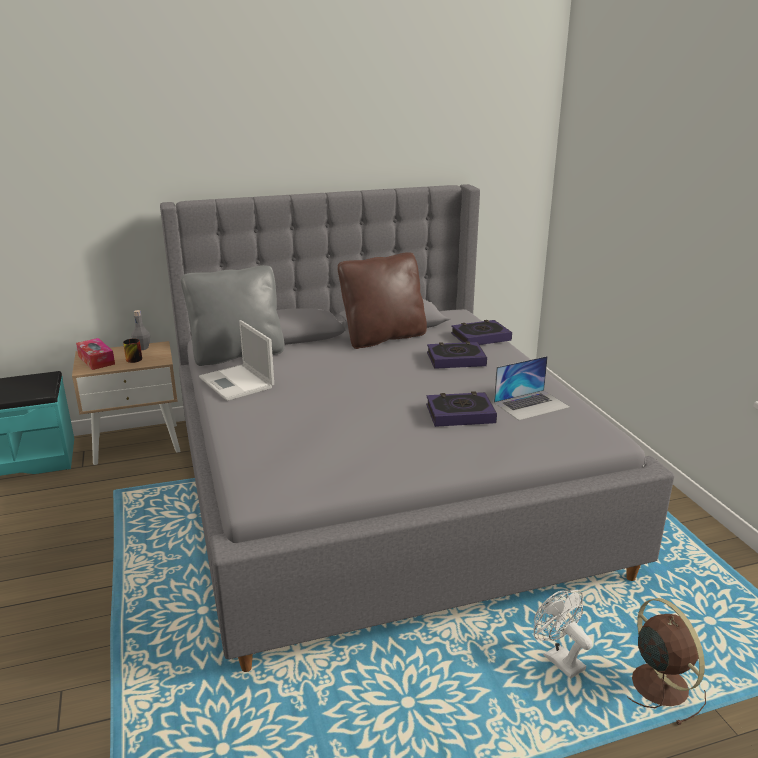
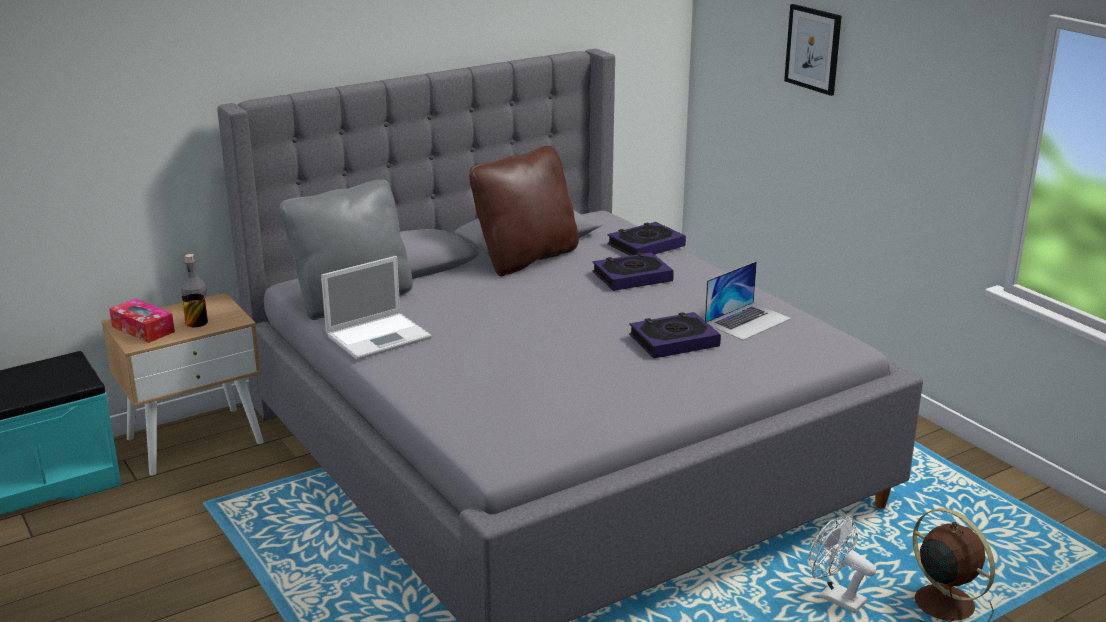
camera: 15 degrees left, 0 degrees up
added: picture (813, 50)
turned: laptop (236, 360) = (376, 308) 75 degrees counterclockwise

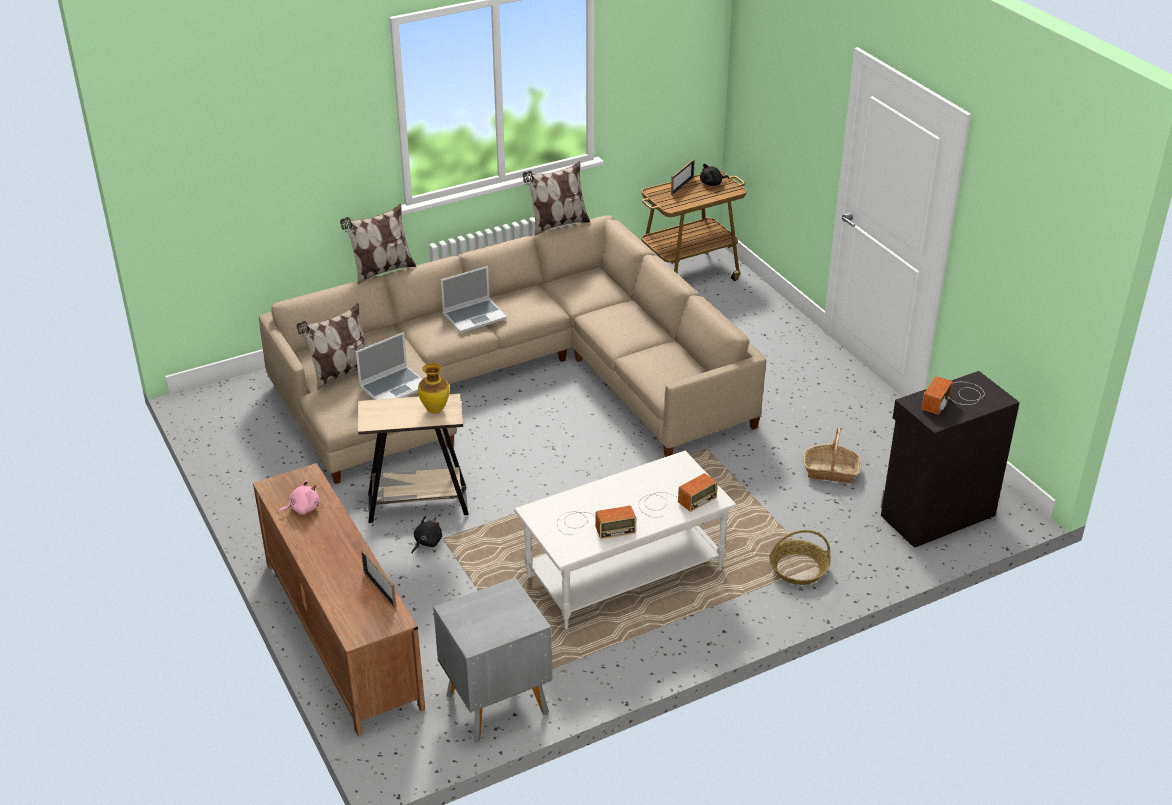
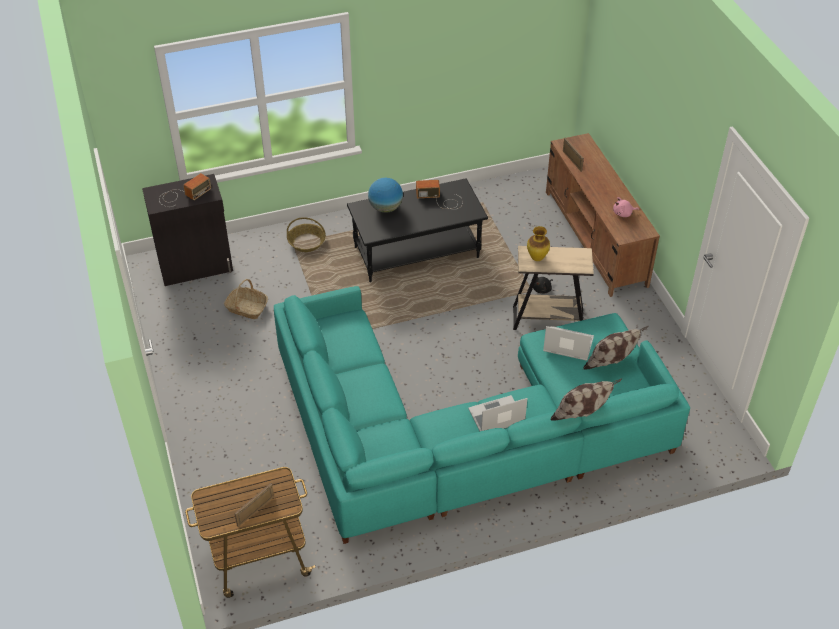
camera: 170 degrees left, 10 degrees up
removed: grey nightstand (492, 660); pillow (556, 199); black plush toy (714, 175)
replaced: radio (678, 495) to globe (385, 195)
recoloured: beige sofa (512, 349) to turquoise sofa (482, 415); white coffee table (625, 540) to black coffee table (417, 230)
turned: laptop (389, 366) = (568, 343) 45 degrees clockwise

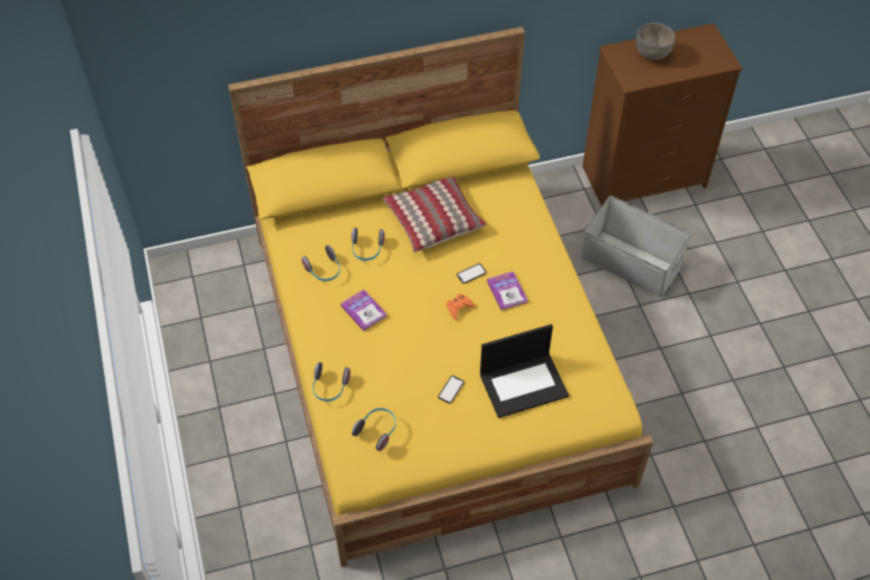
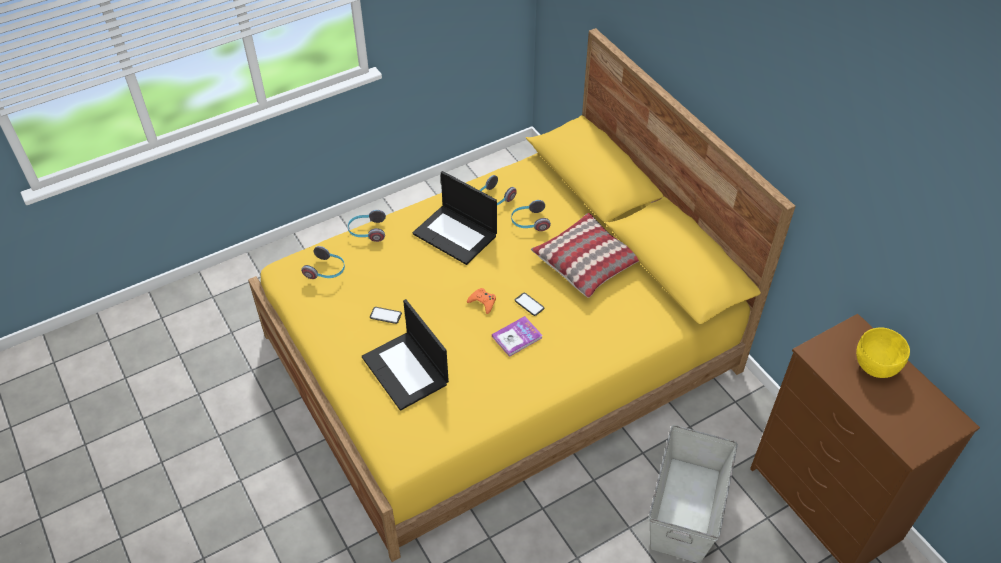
camera: 75 degrees right, 5 degrees down
replaced: book (364, 310) to laptop (455, 218)
recoloured: grey bowl (655, 42) to yellow bowl (883, 353)

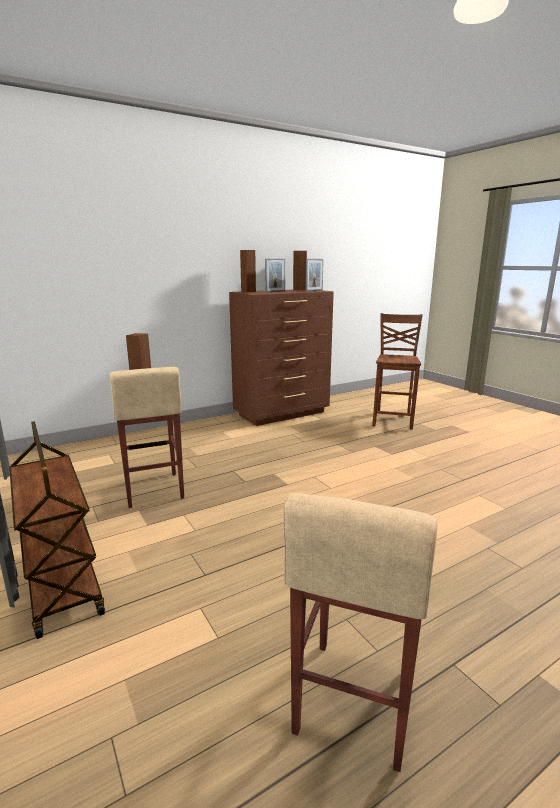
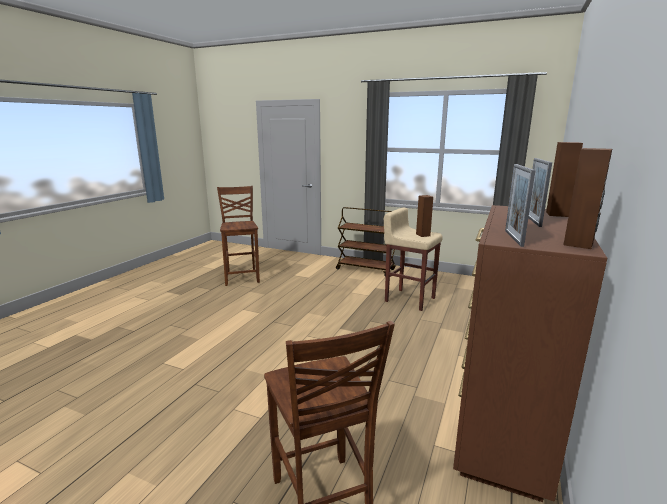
camera: 145 degrees right, 0 degrees up
replaced: beige stool (360, 632) to brown chair (238, 236)

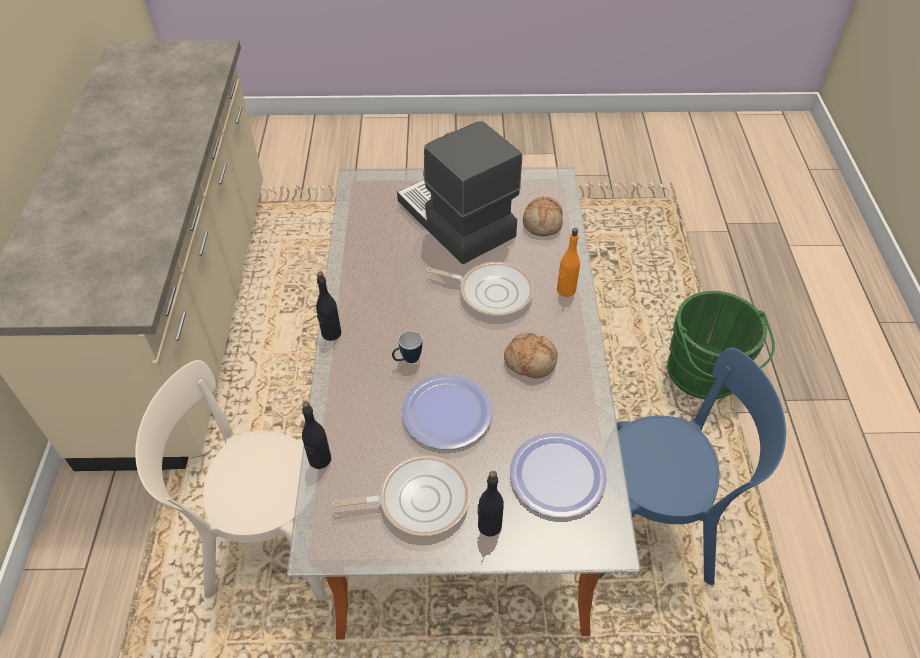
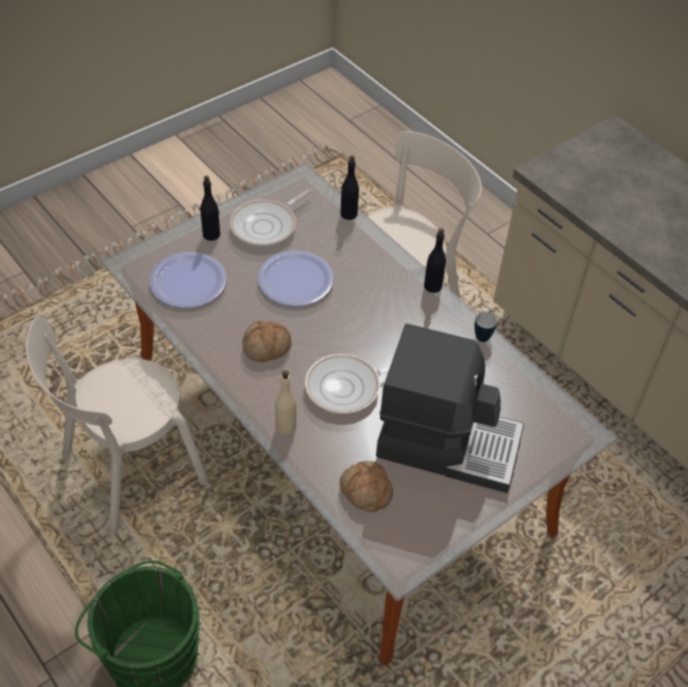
camera: 140 degrees right, 0 degrees up
moved: mug (407, 347) to (486, 326)
recoloured: orange bottle (568, 262) to beige bottle (285, 402); blue chair (692, 466) to beige chair (117, 425)

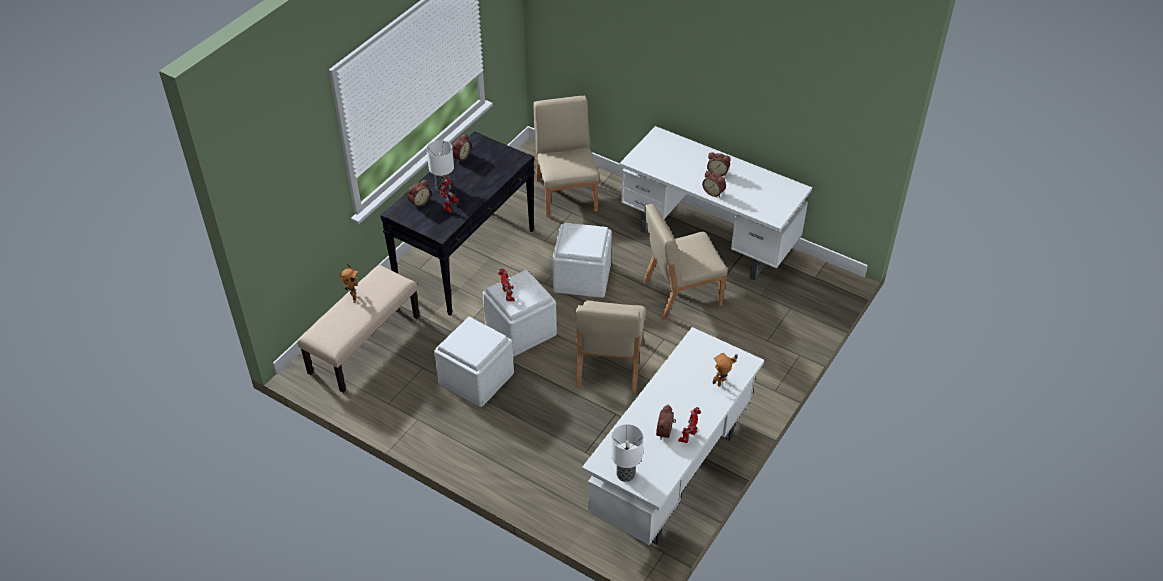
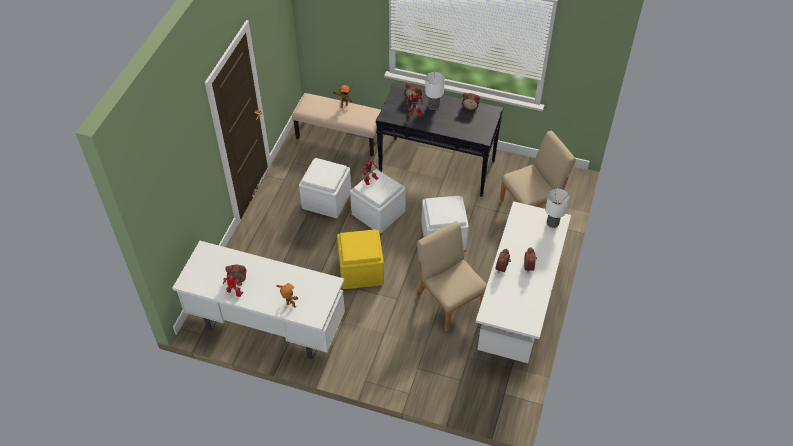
camera: 75 degrees right, 5 degrees up
moved: table lamp (627, 453) to (557, 208)
replaced: beige chair (611, 346) to yellow ottoman (360, 259)

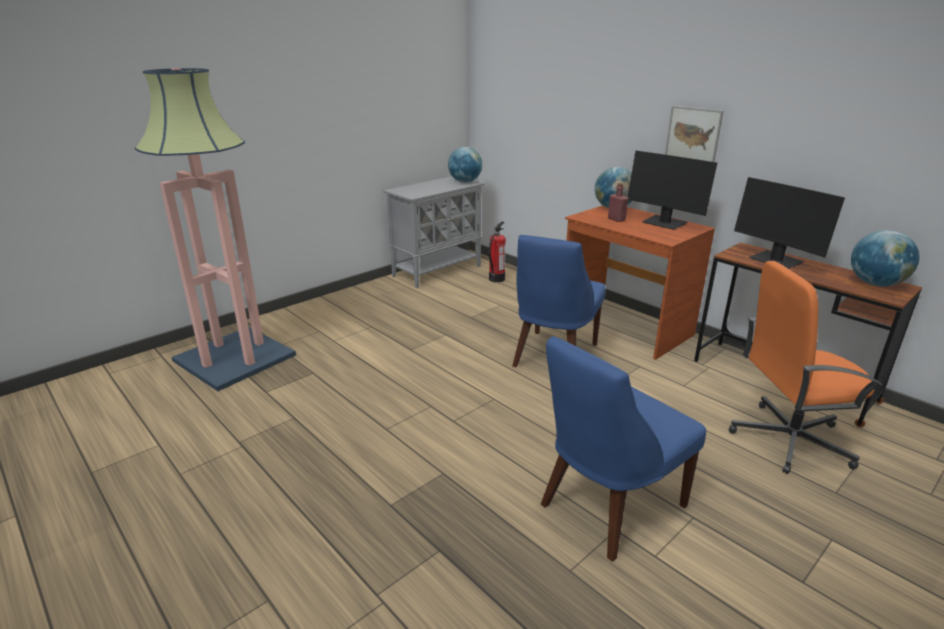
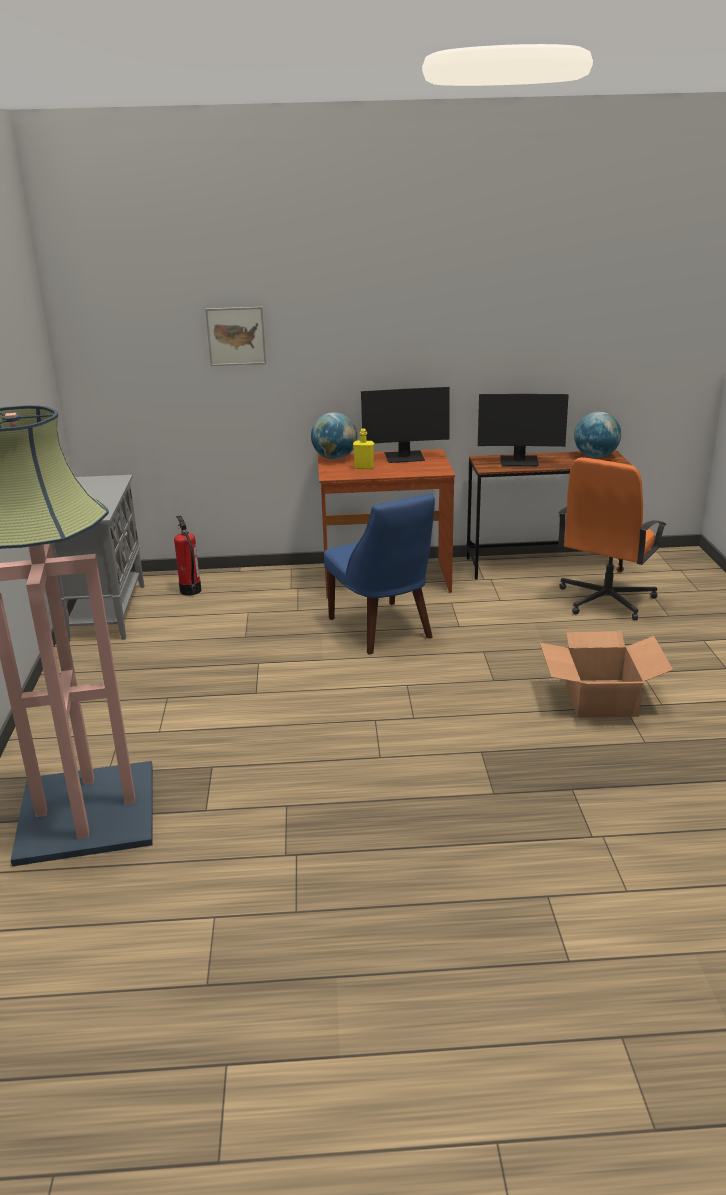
camera: 50 degrees left, 0 degrees up
removed: globe (465, 164)
moved: picture (694, 134) to (235, 336)
replaced: blue chair (623, 449) to cardboard box (606, 674)
recoloured: red bottle (618, 202) to yellow bottle (363, 449)

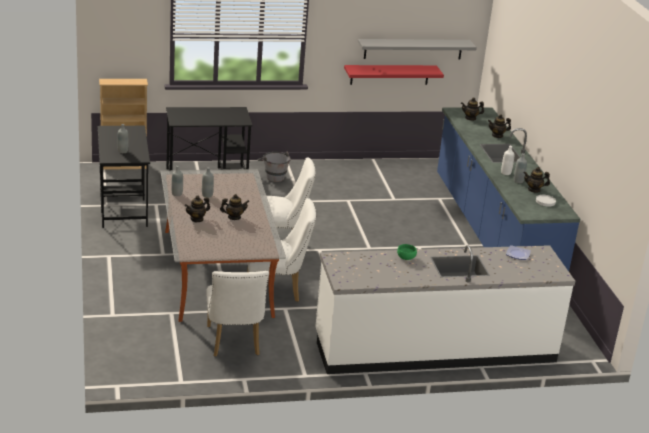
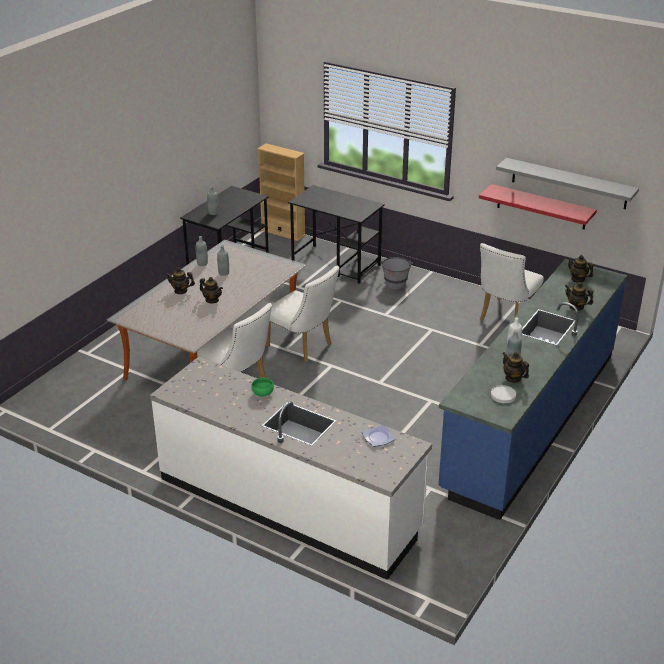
camera: 45 degrees right, 5 degrees up
moved: white chair (237, 314) to (512, 282)

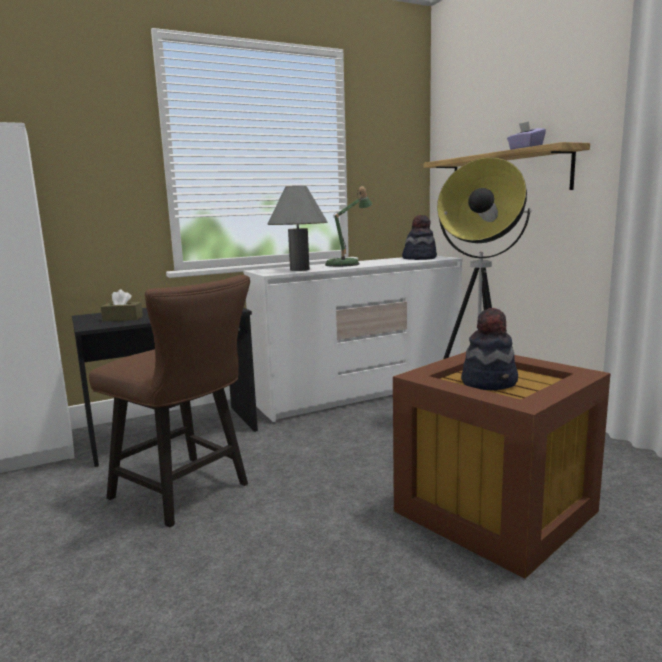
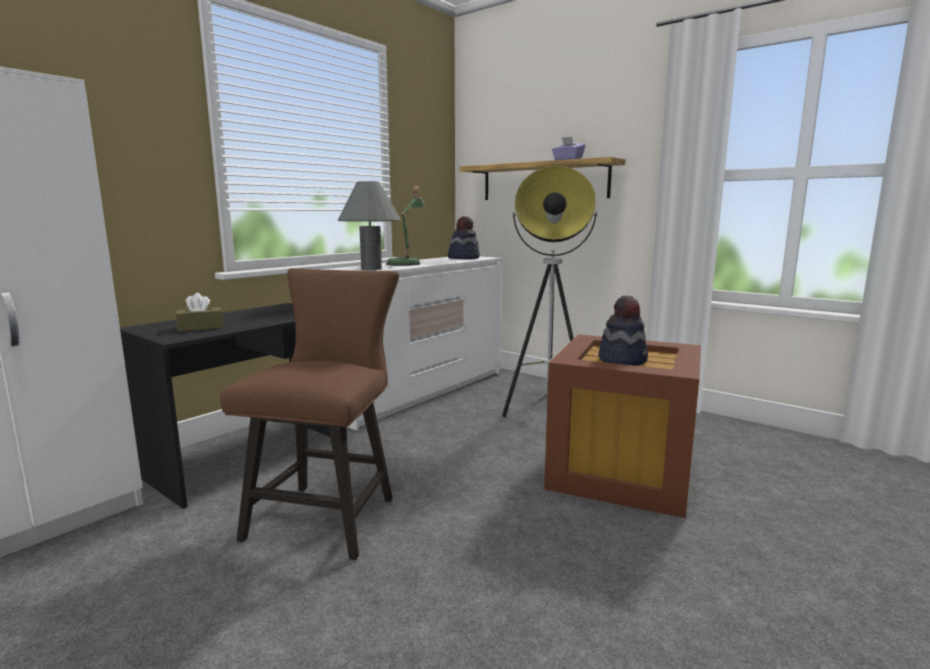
camera: 25 degrees left, 0 degrees up
turned: brown chair (169, 401) = (309, 414) 90 degrees counterclockwise

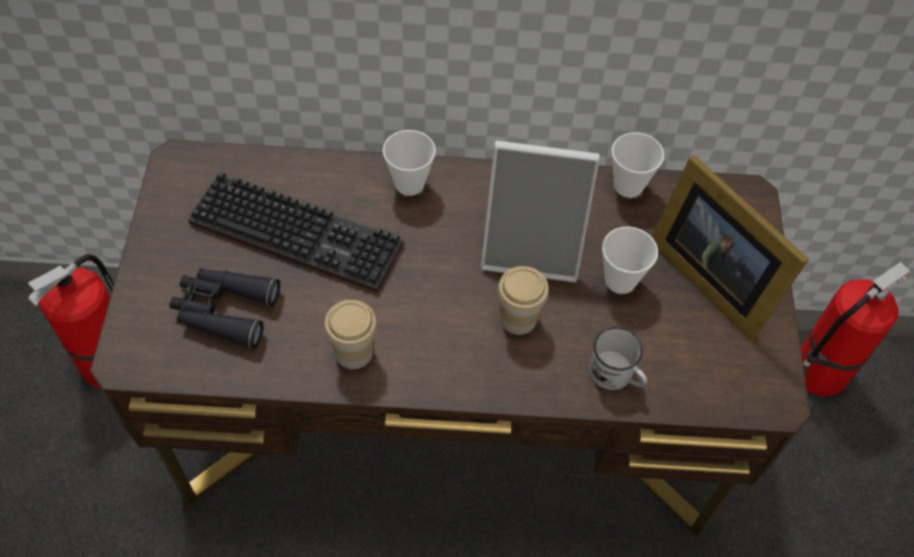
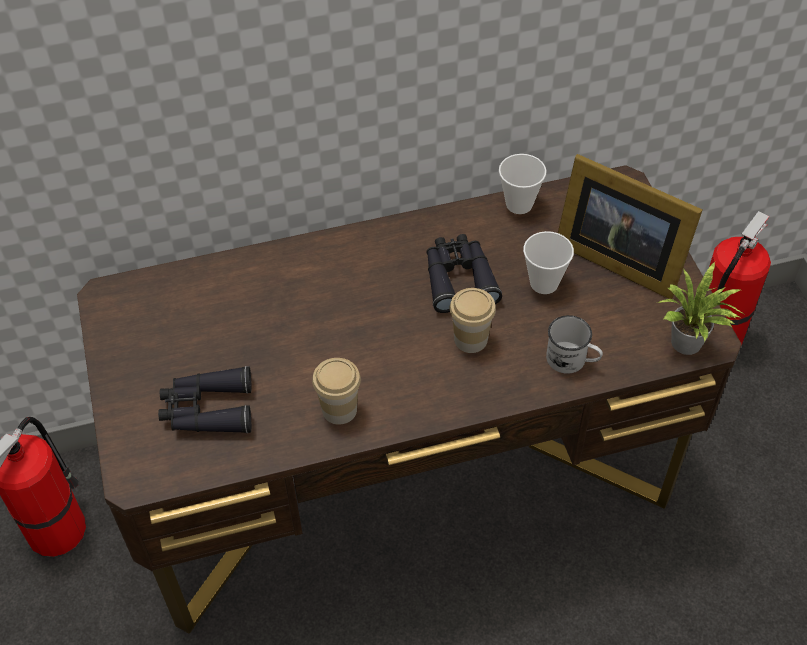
camera: 15 degrees left, 5 degrees down
removed: keyboard (295, 232); cup (409, 163)
added: potted plant (701, 308)
replaced: picture frame (540, 212) to black binoculars (464, 273)

